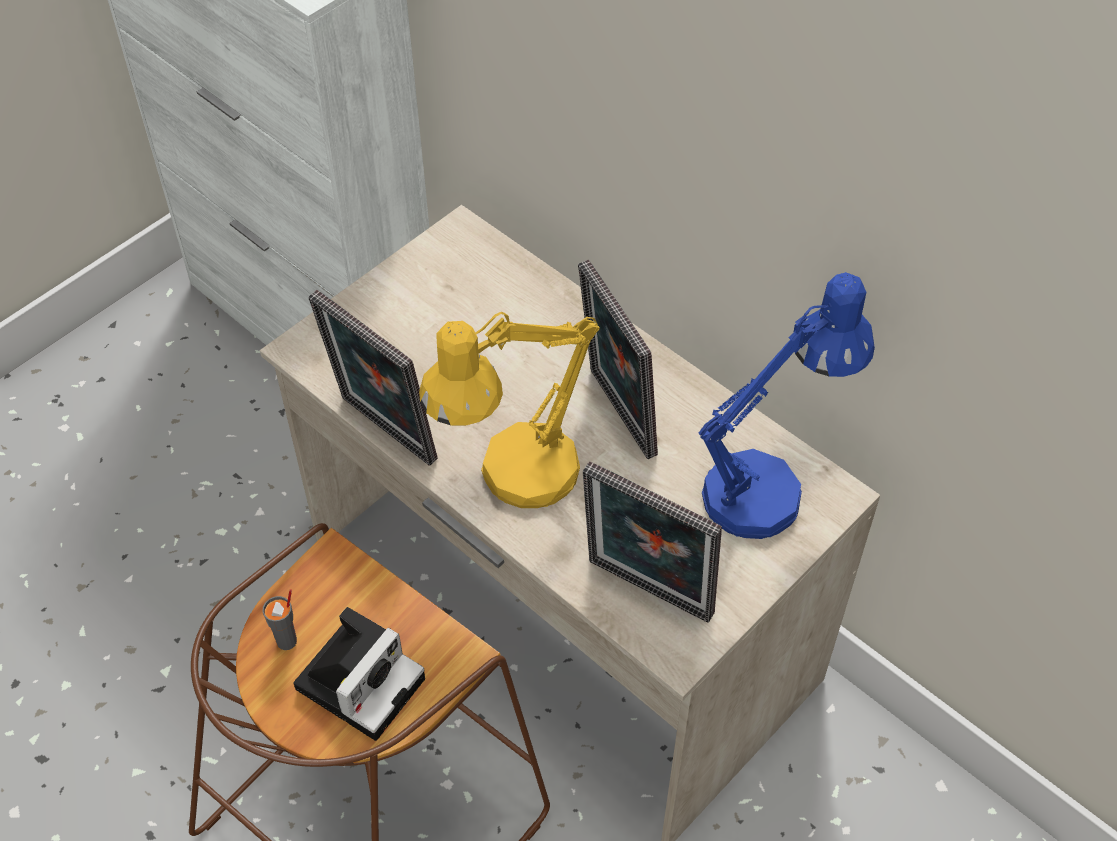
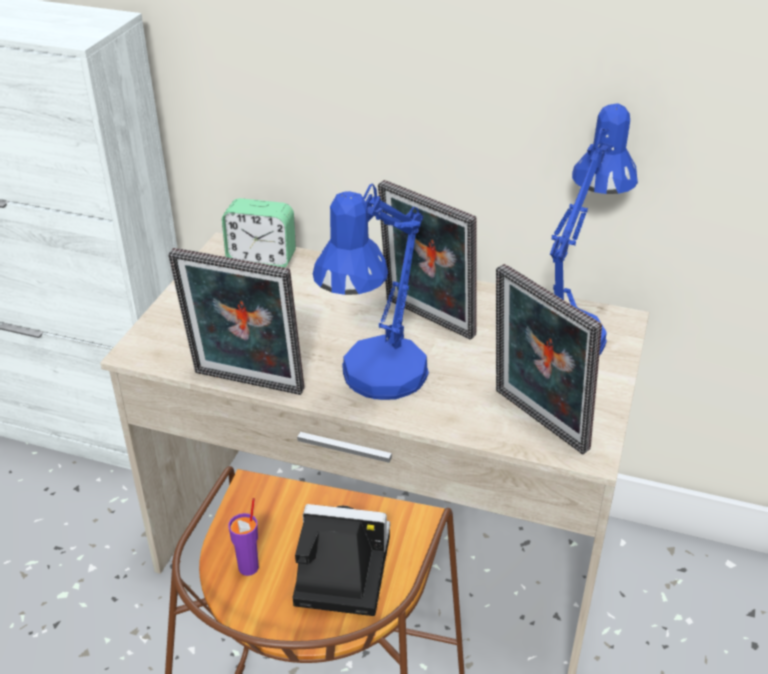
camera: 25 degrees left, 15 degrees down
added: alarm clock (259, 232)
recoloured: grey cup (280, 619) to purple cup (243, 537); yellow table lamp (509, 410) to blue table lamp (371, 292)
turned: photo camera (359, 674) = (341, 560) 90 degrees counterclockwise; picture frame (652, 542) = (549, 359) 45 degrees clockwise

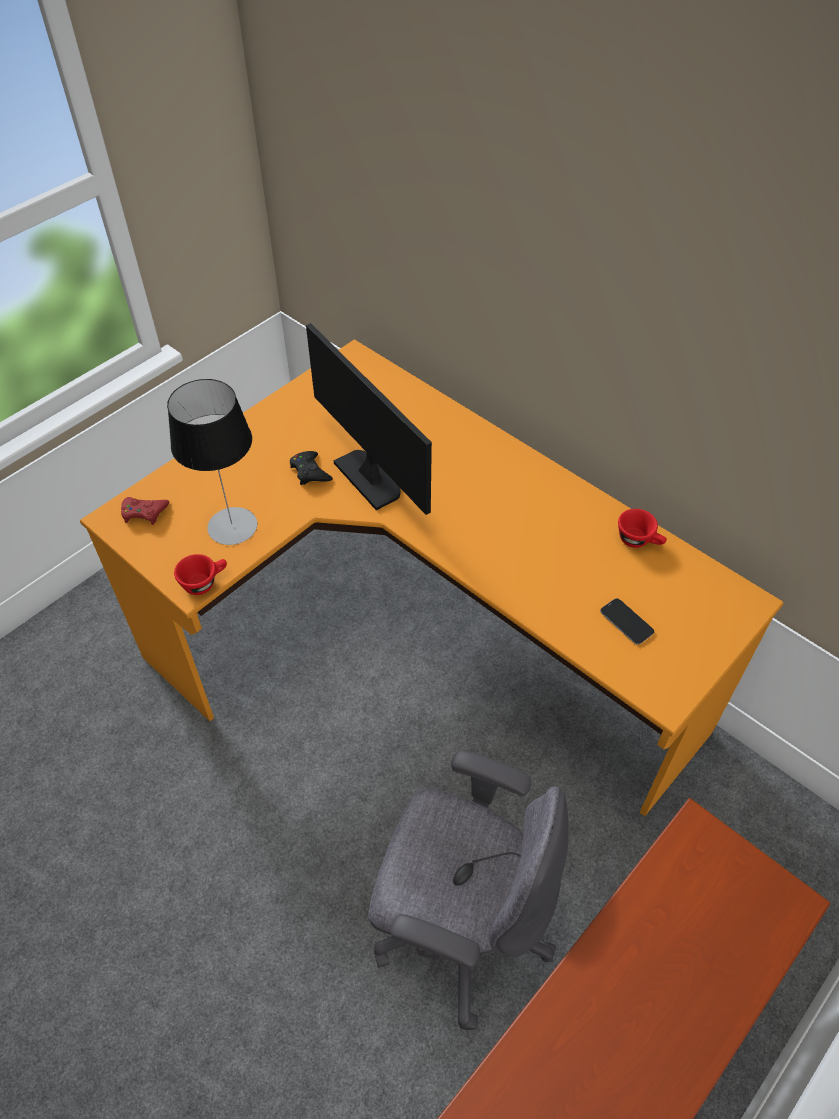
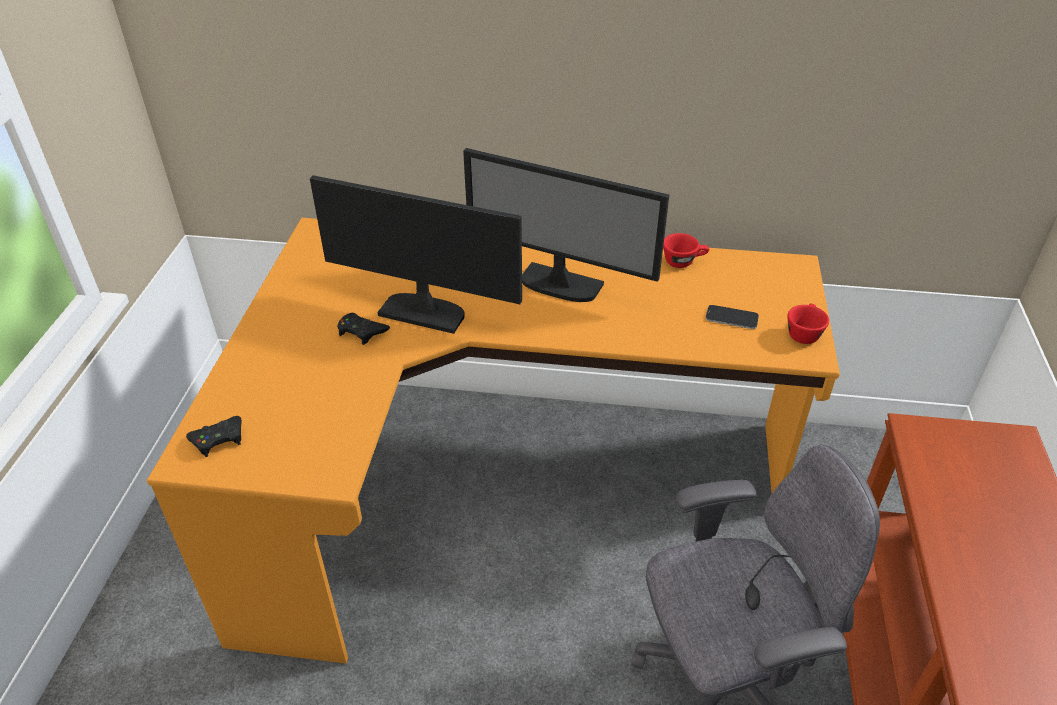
camera: 35 degrees left, 10 degrees down
removed: table lamp (212, 462)
added: monitor (566, 225)
moved: red cup (200, 574) to (808, 323)
recoloured: red game controller (145, 511) to black game controller (214, 436)

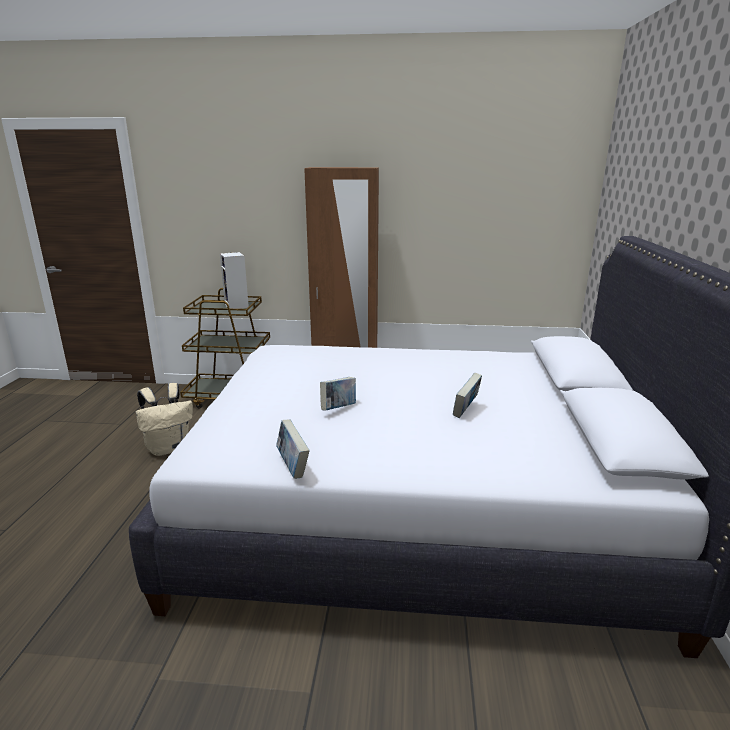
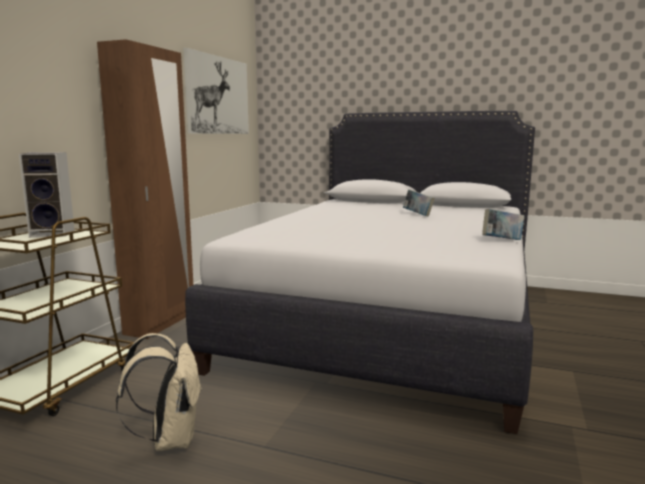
camera: 75 degrees left, 10 degrees down
removed: book (338, 394)
added: picture (216, 91)

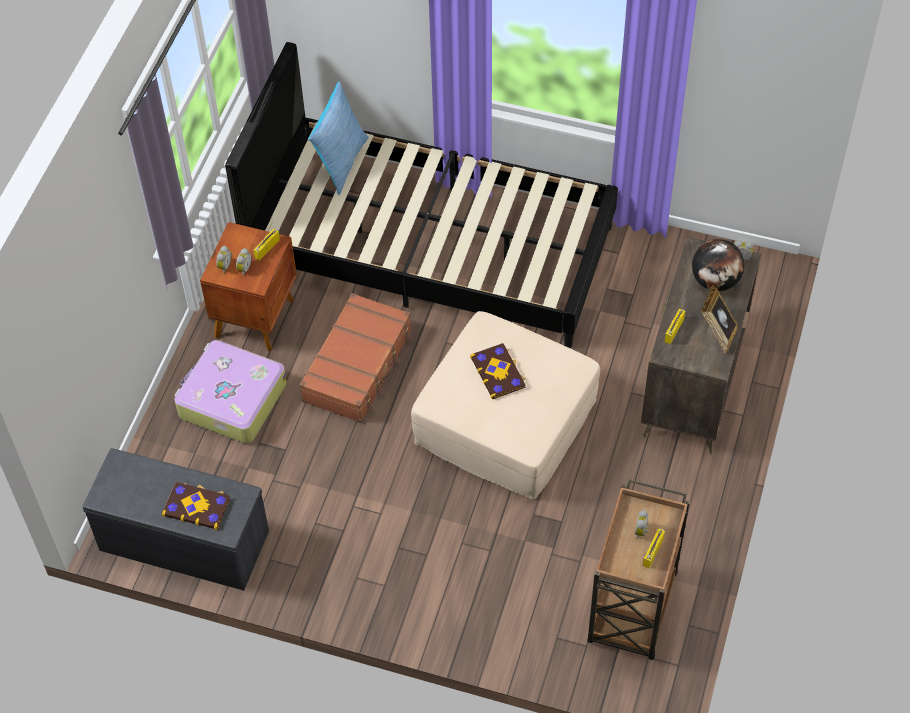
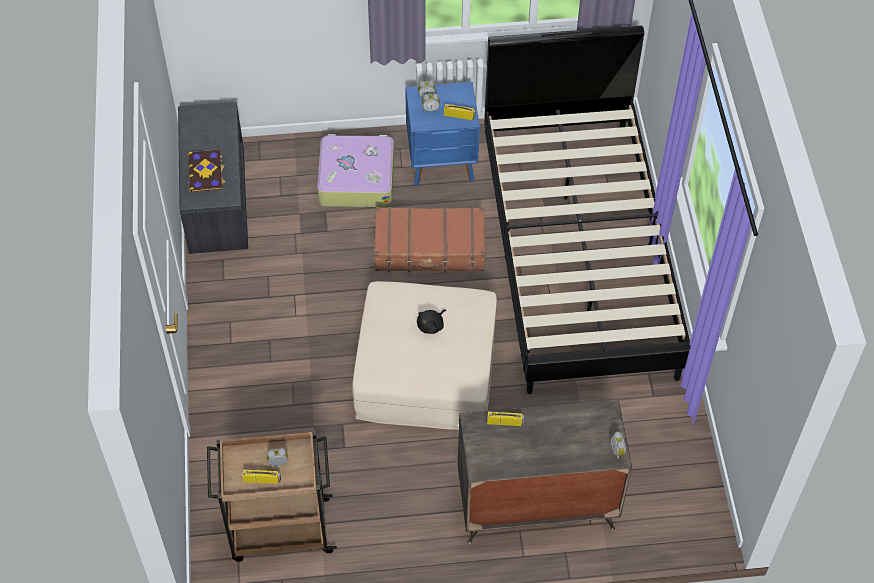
camera: 65 degrees right, 0 degrees up
removed: pillow (338, 138); globe (718, 265); picture frame (720, 319)
replaced: book (498, 371) to black plush toy (431, 321)
recoloured: brown nightstand (248, 287) to blue nightstand (442, 134)

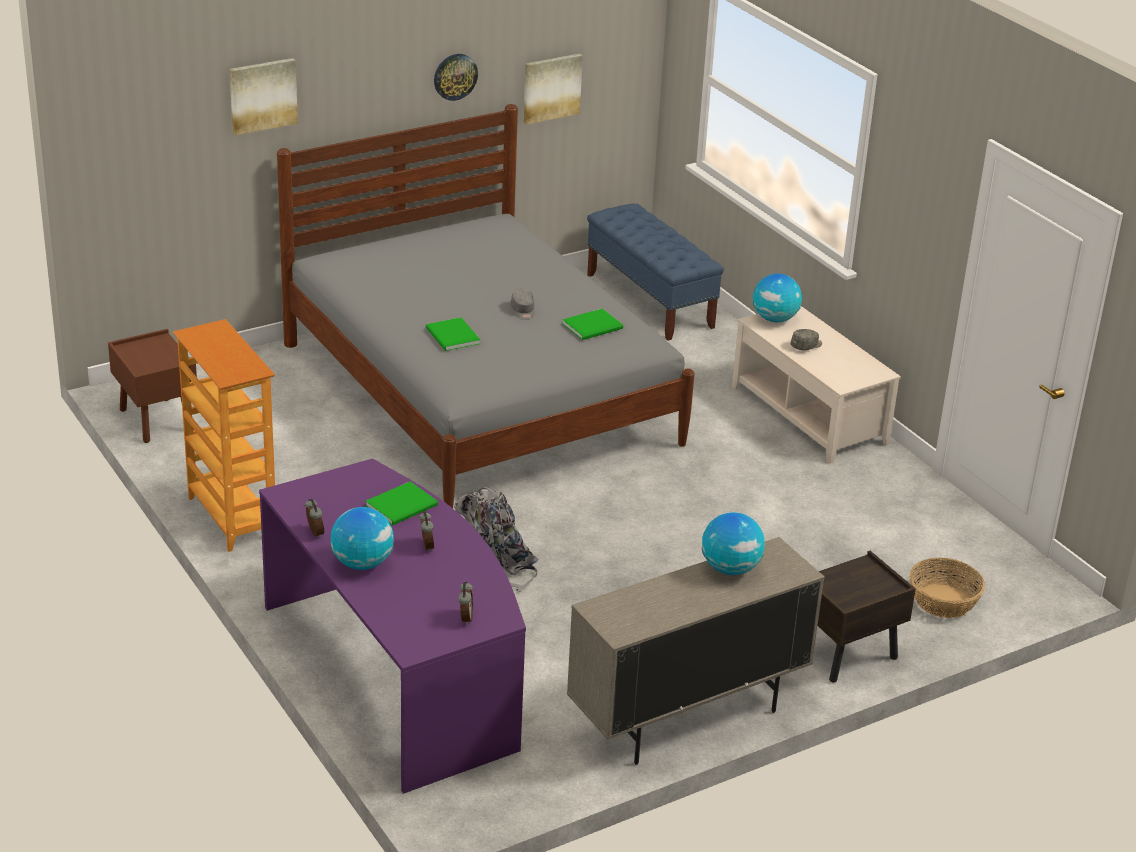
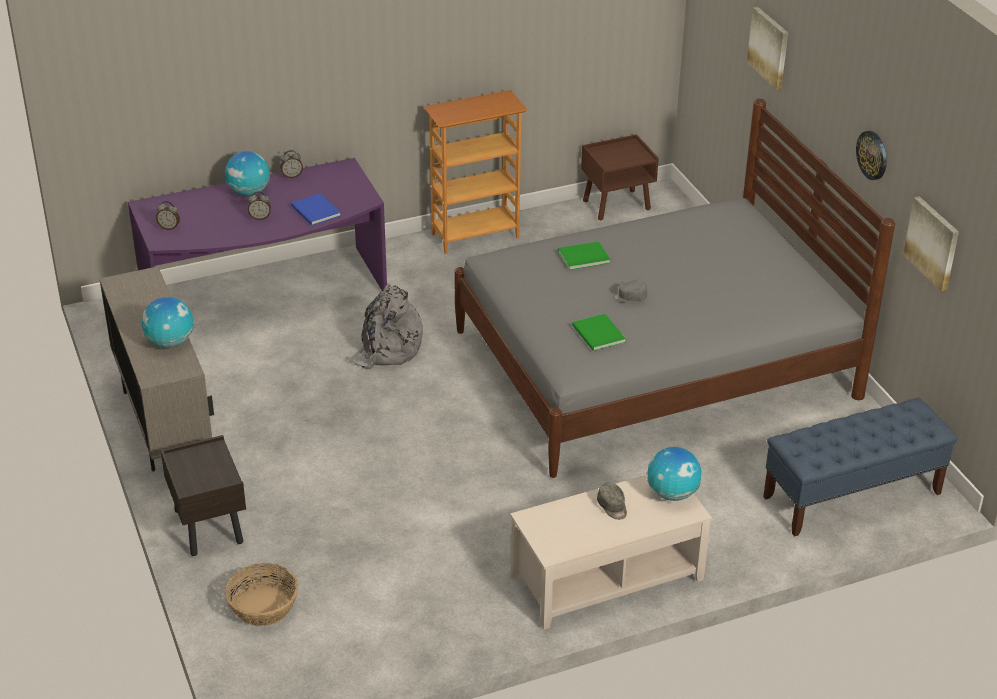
camera: 100 degrees right, 5 degrees up
recoloured: green book (402, 503) to blue book (316, 209)

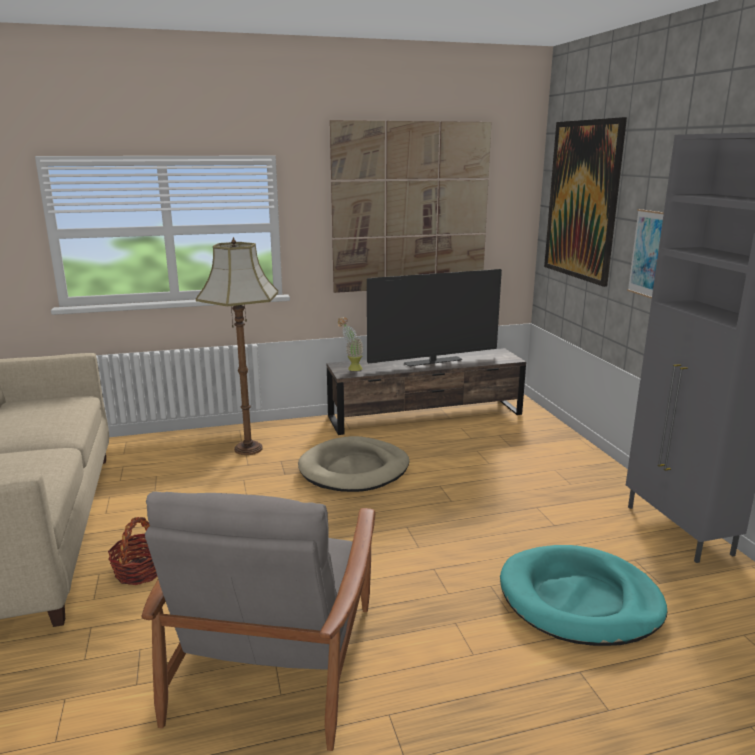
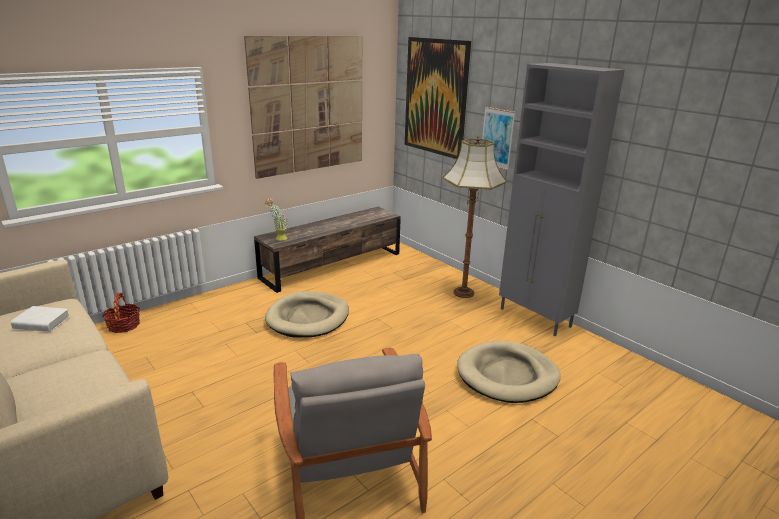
camera: 25 degrees left, 5 degrees up
removed: television (434, 317)
added: white book (40, 319)
moved: basket (133, 551) to (121, 313); floor lamp (237, 346) to (475, 217)
recoloured: turquoise dog bed (584, 595) to beige dog bed (509, 372)

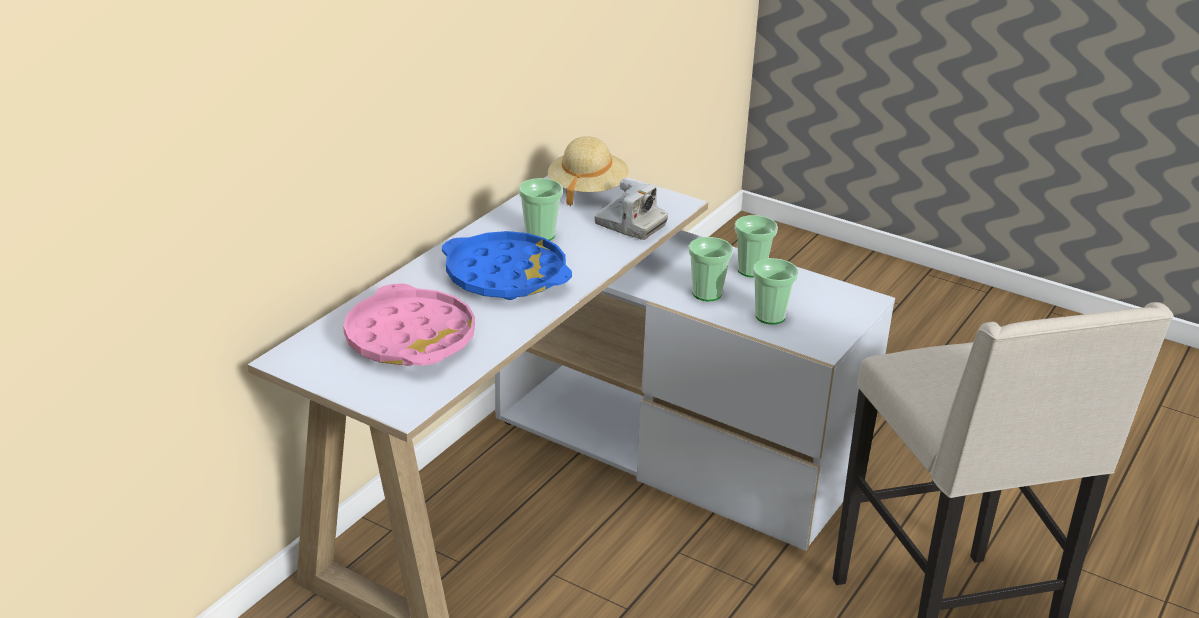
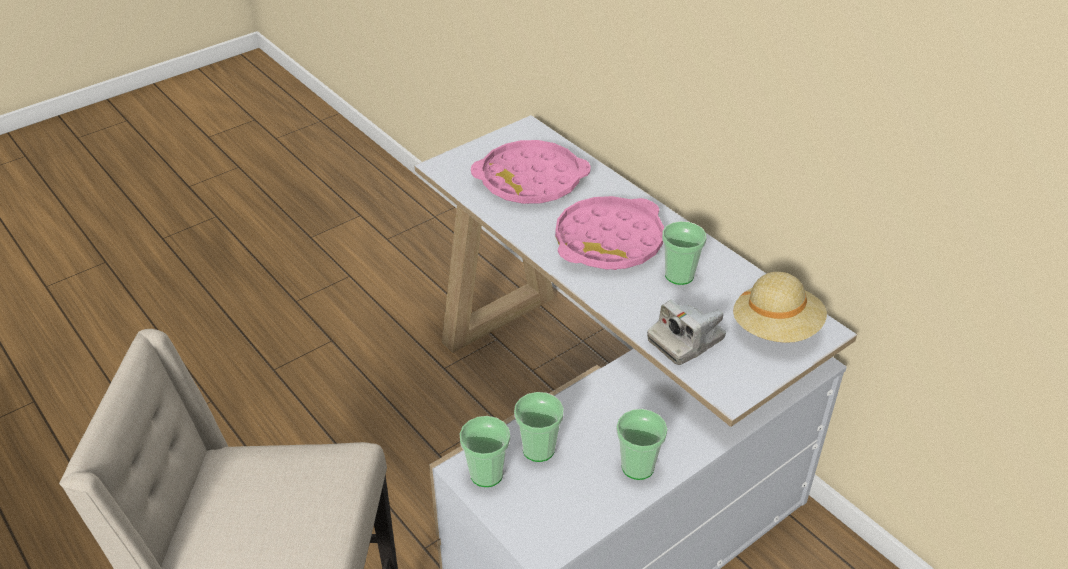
camera: 110 degrees right, 10 degrees up
moved: cup (710, 269) to (485, 451)
recoloured: blue tray (507, 265) to pink tray (609, 233)

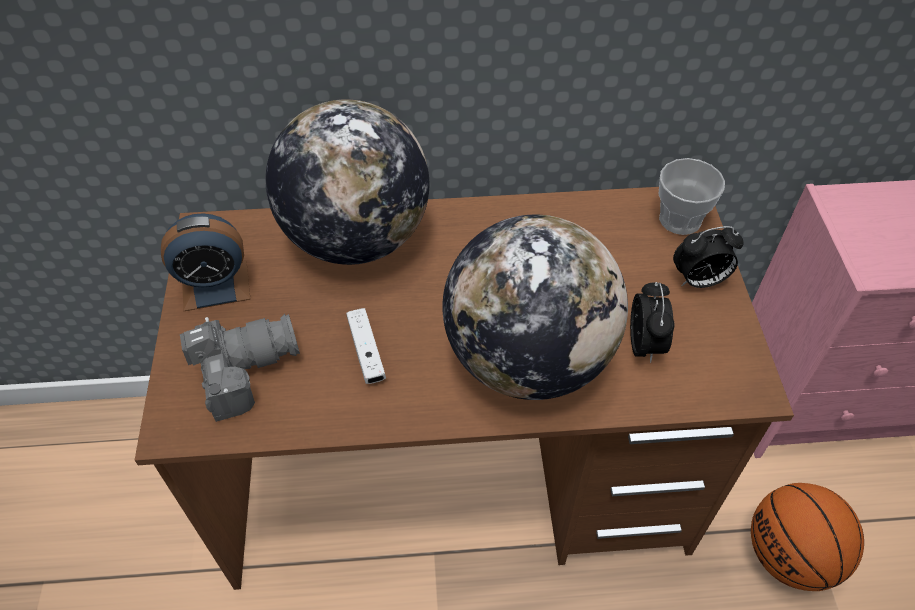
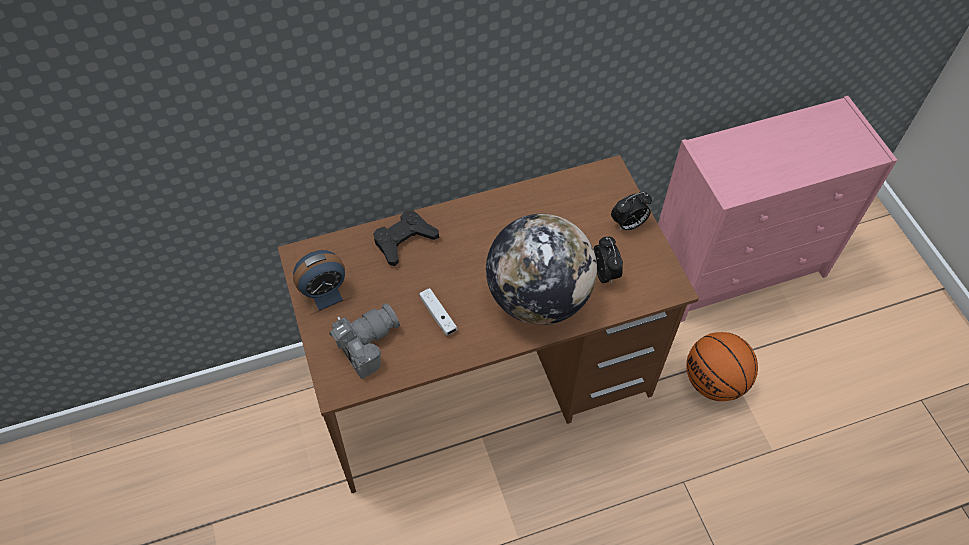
camera: 15 degrees left, 5 degrees up
removed: cup (692, 196)
replaced: globe (347, 182) to black game controller (406, 238)

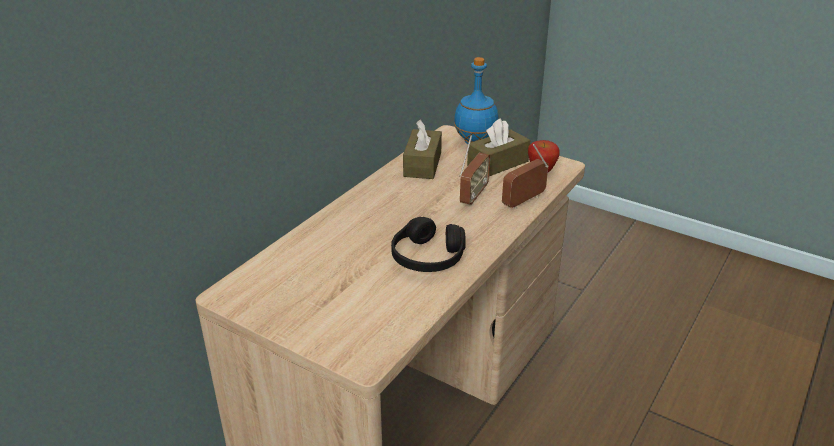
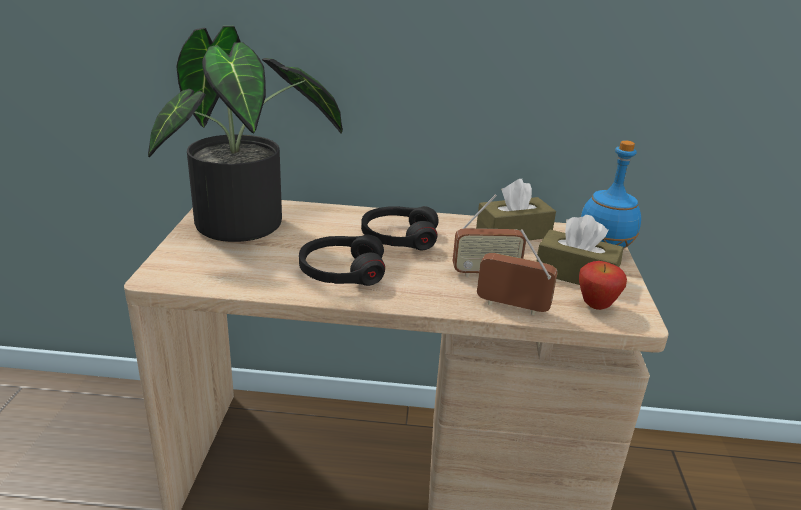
camera: 60 degrees right, 5 degrees down
added: potted plant (245, 134); black headphones (400, 228)

